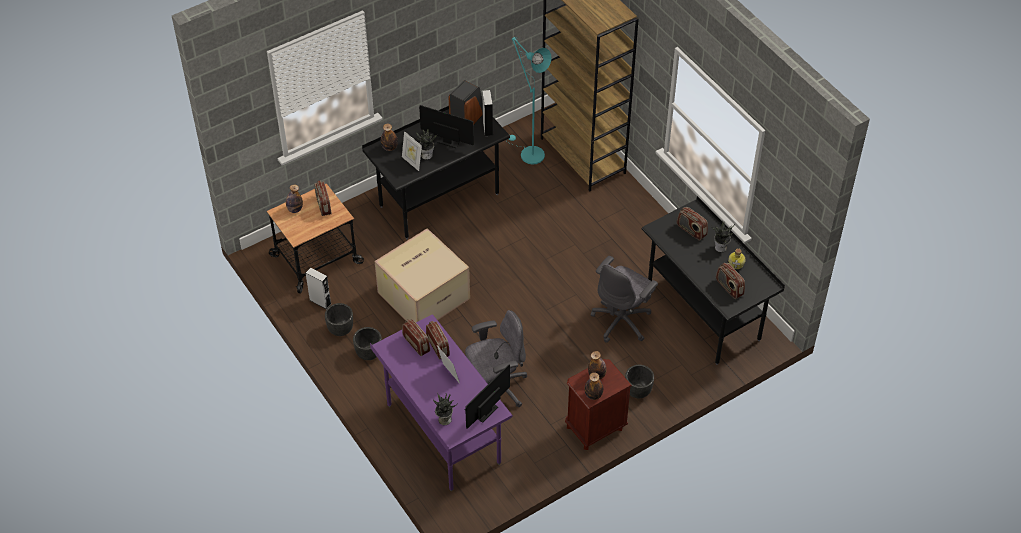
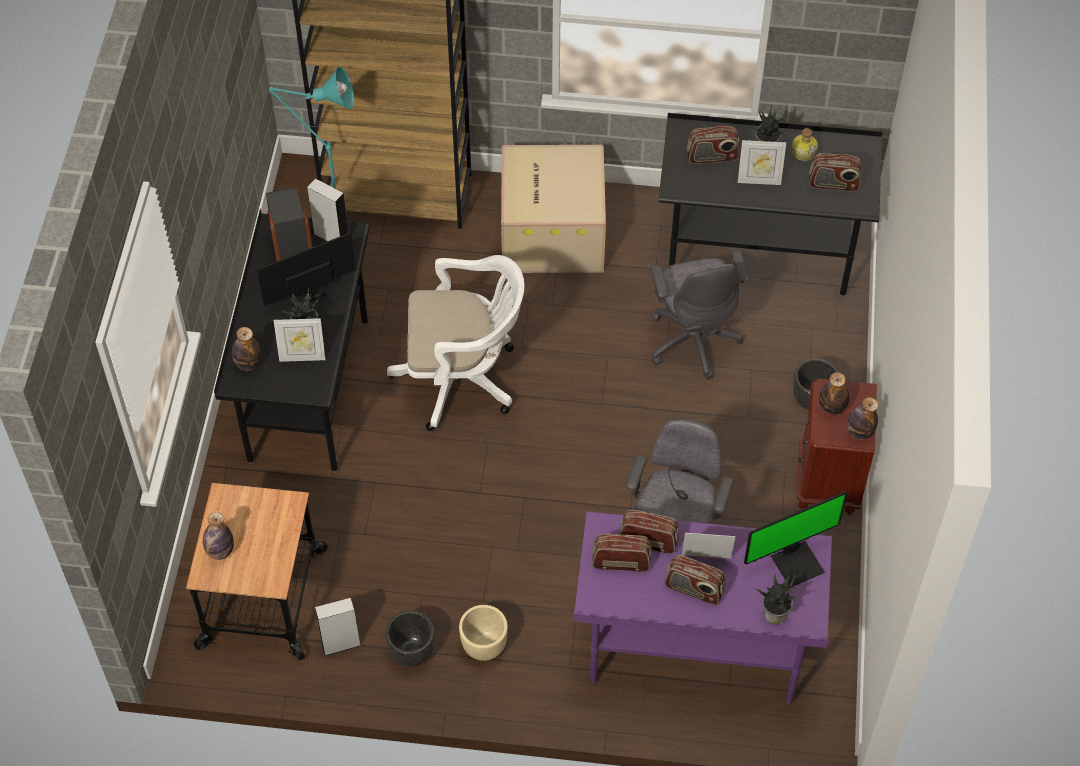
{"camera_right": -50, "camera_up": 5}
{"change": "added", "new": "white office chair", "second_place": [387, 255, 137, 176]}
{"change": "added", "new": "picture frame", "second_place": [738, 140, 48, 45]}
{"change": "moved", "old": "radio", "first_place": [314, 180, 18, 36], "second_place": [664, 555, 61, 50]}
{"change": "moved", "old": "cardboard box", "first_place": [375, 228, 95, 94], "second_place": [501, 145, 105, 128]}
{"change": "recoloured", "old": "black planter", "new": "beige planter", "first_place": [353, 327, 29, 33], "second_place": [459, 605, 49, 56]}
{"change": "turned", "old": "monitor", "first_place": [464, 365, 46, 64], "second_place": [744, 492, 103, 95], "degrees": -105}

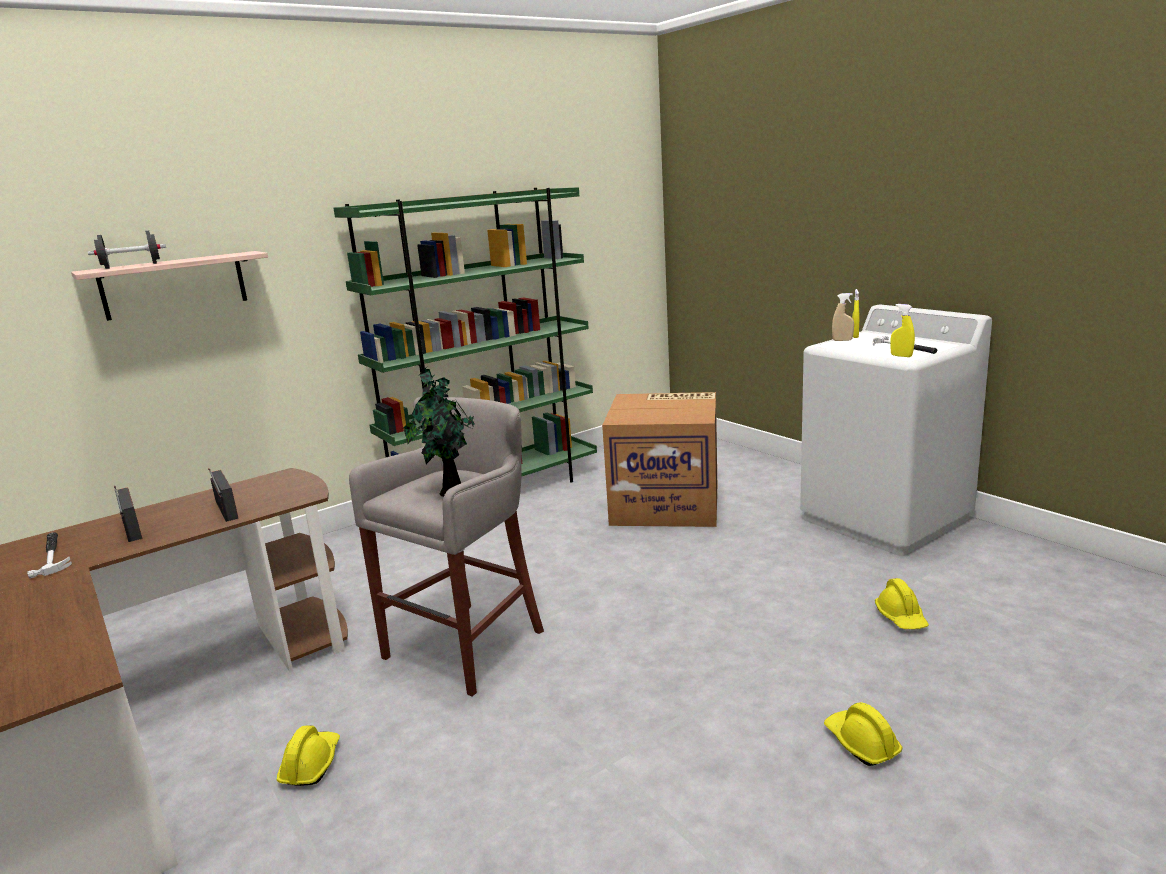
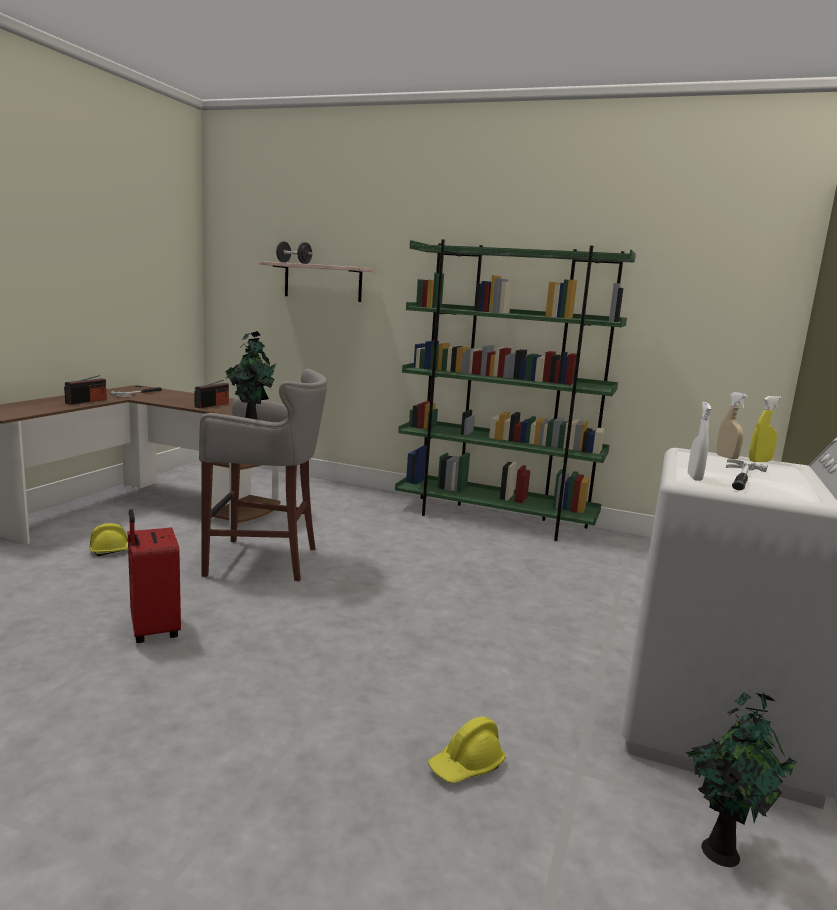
{"camera_right": 55, "camera_up": -5}
{"change": "removed", "old": "cardboard box", "first_place": [602, 392, 115, 135]}
{"change": "removed", "old": "yellow hard hat", "first_place": [824, 702, 79, 64]}
{"change": "added", "new": "red suitcase", "second_place": [128, 509, 53, 134]}
{"change": "added", "new": "potted plant", "second_place": [686, 692, 111, 175]}
{"change": "moved", "old": "radio", "first_place": [114, 486, 29, 56], "second_place": [64, 375, 43, 30]}
{"change": "recoloured", "old": "yellow spray bottle", "new": "white spray bottle", "first_place": [890, 304, 25, 53], "second_place": [688, 402, 23, 79]}

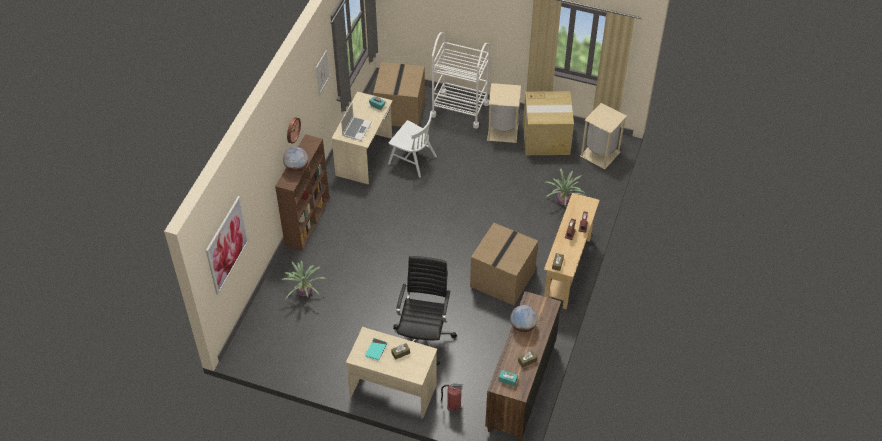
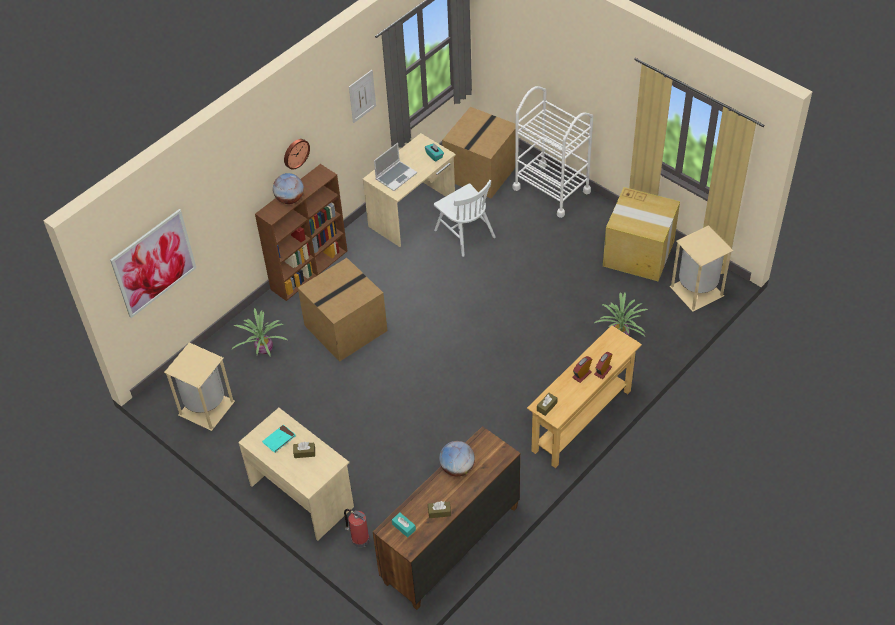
{"camera_right": 25, "camera_up": 0}
{"change": "removed", "old": "black office chair", "first_place": [393, 256, 64, 110]}
{"change": "moved", "old": "cardboard box", "first_place": [470, 223, 68, 82], "second_place": [298, 258, 89, 104]}
{"change": "moved", "old": "beige trash can", "first_place": [487, 83, 34, 60], "second_place": [164, 342, 71, 89]}

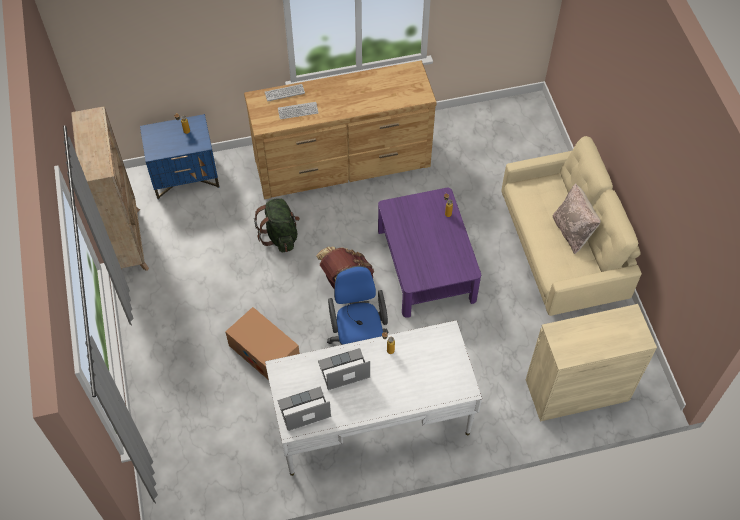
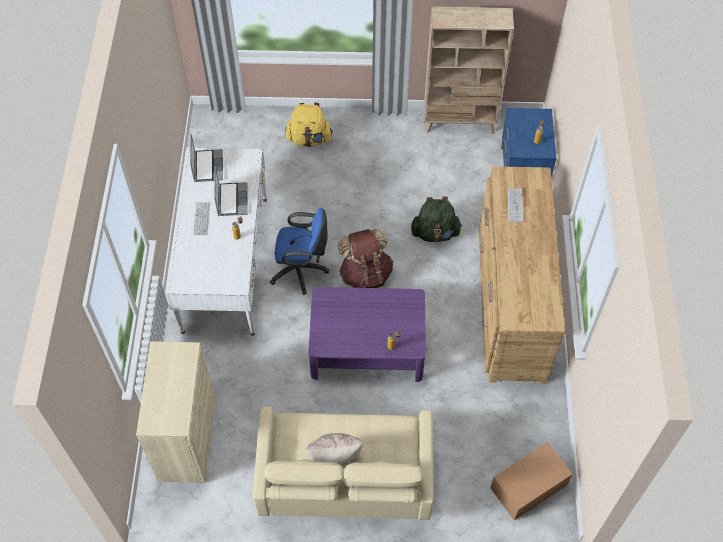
{"camera_right": 105, "camera_up": 0}
{"change": "added", "new": "yellow backpack", "second_place": [285, 103, 48, 44]}
{"change": "moved", "old": "cardboard box", "first_place": [225, 307, 75, 73], "second_place": [490, 442, 83, 78]}
{"change": "moved", "old": "keyboard", "first_place": [265, 84, 40, 17], "second_place": [193, 202, 17, 33]}

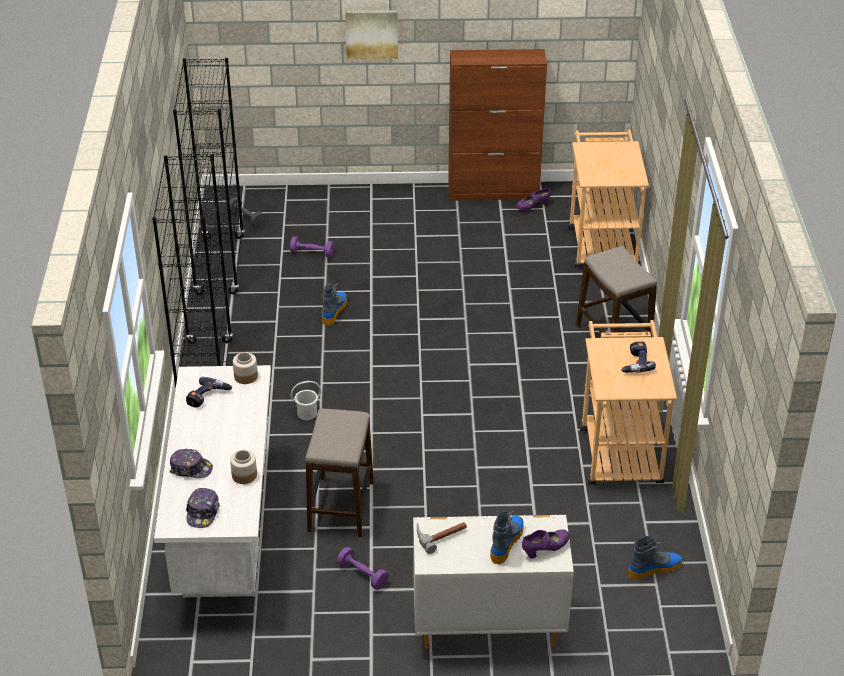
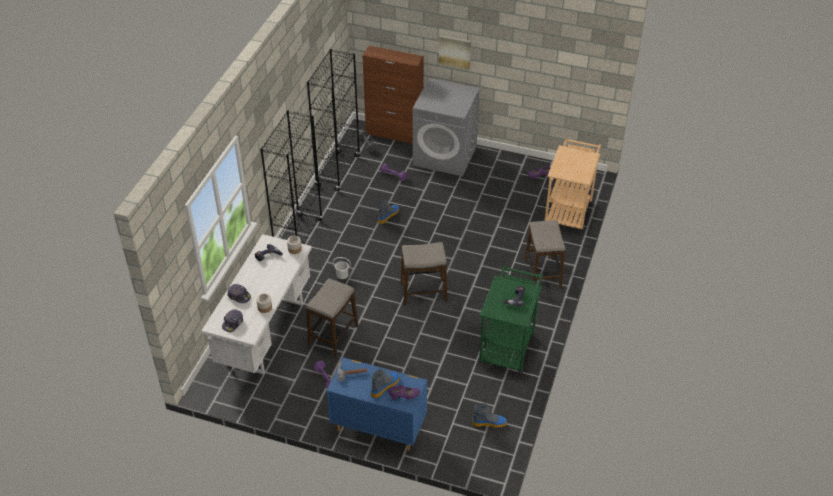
{"camera_right": 20, "camera_up": 5}
{"change": "added", "new": "stool", "second_place": [401, 242, 46, 63]}
{"change": "added", "new": "grey washing machine", "second_place": [413, 78, 67, 99]}
{"change": "moved", "old": "brown cabinet", "first_place": [448, 49, 99, 152], "second_place": [362, 46, 62, 98]}
{"change": "recoloured", "old": "white dresser", "new": "blue dresser", "first_place": [413, 515, 161, 134], "second_place": [326, 357, 101, 94]}
{"change": "recoloured", "old": "beige cart", "new": "green cart", "first_place": [580, 320, 97, 165], "second_place": [478, 265, 65, 108]}

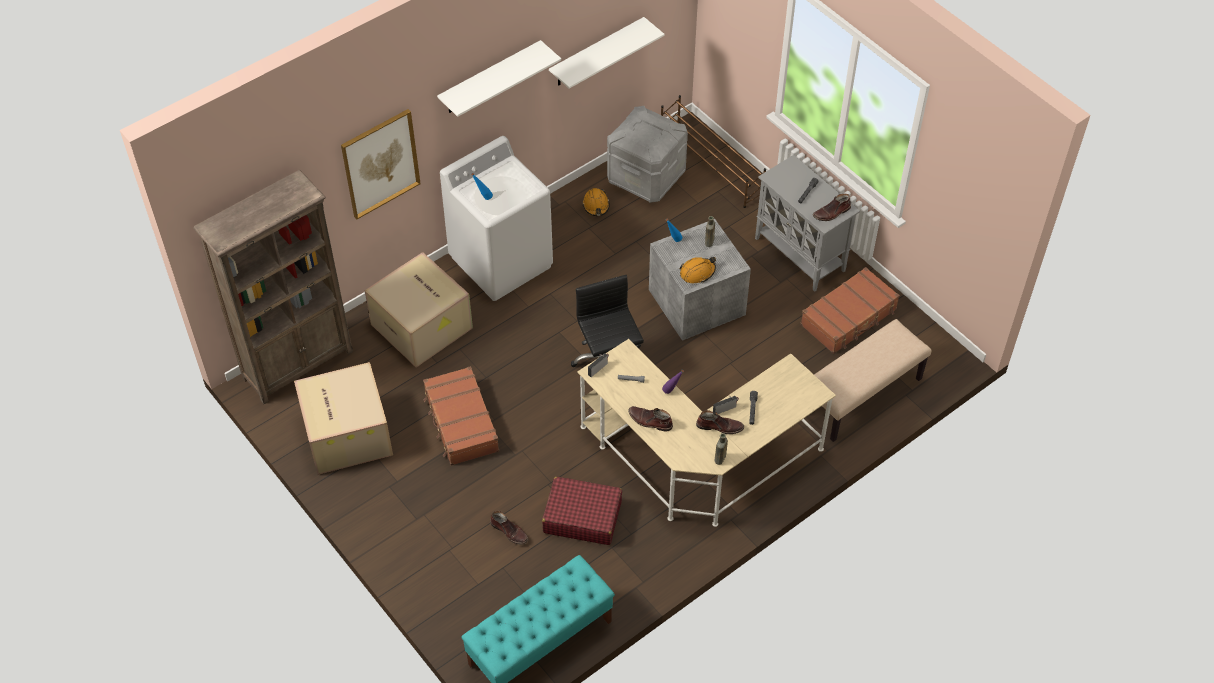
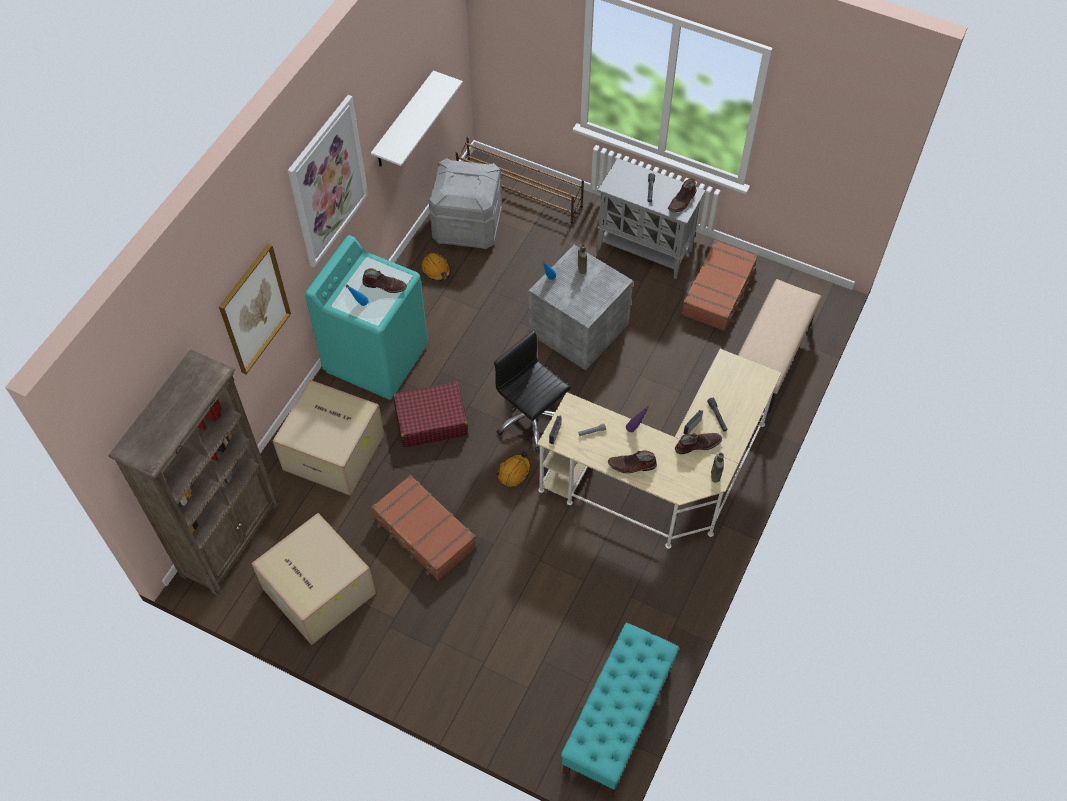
{"camera_right": -25, "camera_up": 5}
{"change": "moved", "old": "brown boot", "first_place": [490, 511, 38, 34], "second_place": [362, 268, 45, 25]}
{"change": "moved", "old": "red suitcase", "first_place": [542, 477, 80, 68], "second_place": [393, 382, 75, 65]}
{"change": "moved", "old": "orange hard hat", "first_place": [680, 257, 36, 26], "second_place": [496, 451, 35, 36]}
{"change": "replaced", "old": "white shelf", "new": "picture", "first_place": [437, 40, 124, 77], "second_place": [288, 95, 80, 173]}
{"change": "recoloured", "old": "white washing machine", "new": "turquoise washing machine", "first_place": [440, 136, 113, 165], "second_place": [305, 235, 123, 165]}

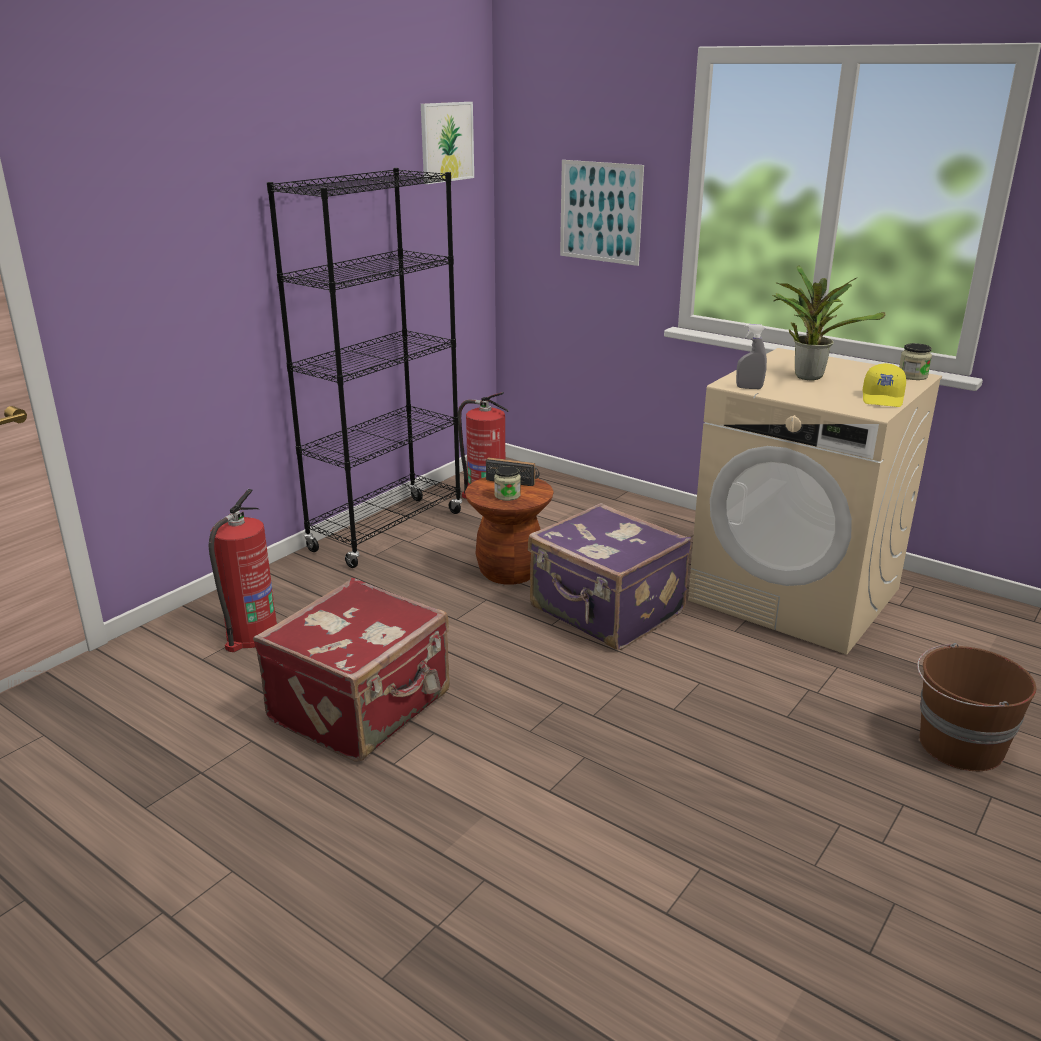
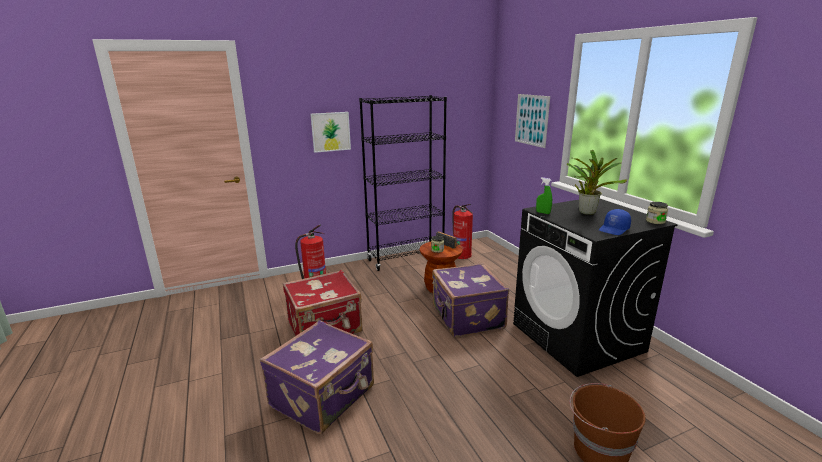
{"camera_right": 30, "camera_up": -5}
{"change": "added", "new": "purple suitcase", "second_place": [260, 320, 114, 114]}
{"change": "moved", "old": "picture", "first_place": [421, 102, 53, 82], "second_place": [310, 112, 41, 41]}
{"change": "recoloured", "old": "beige washing machine", "new": "black washing machine", "first_place": [688, 348, 254, 307], "second_place": [513, 199, 165, 178]}
{"change": "recoloured", "old": "grey spray bottle", "new": "green spray bottle", "first_place": [736, 324, 31, 65], "second_place": [536, 177, 16, 37]}
{"change": "recoloured", "old": "yellow cap", "new": "blue cap", "first_place": [863, 363, 43, 44], "second_place": [599, 209, 32, 26]}

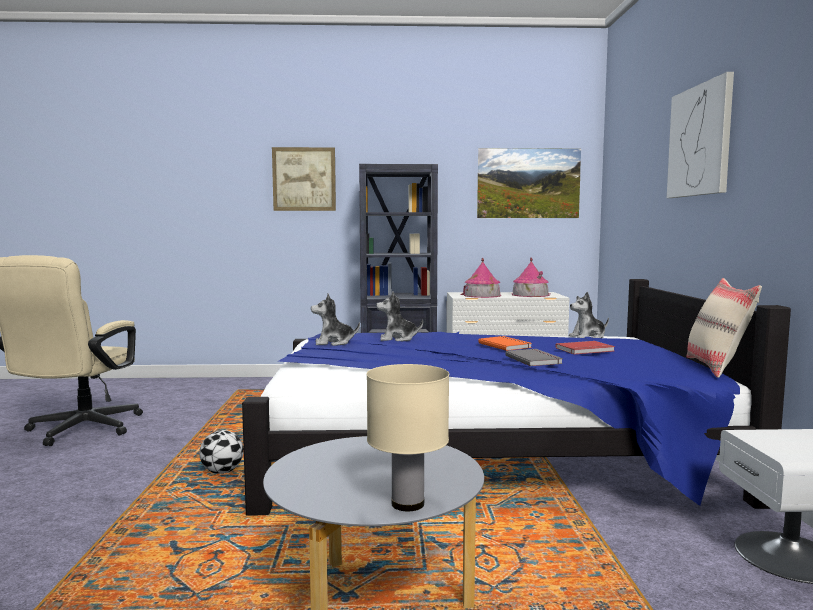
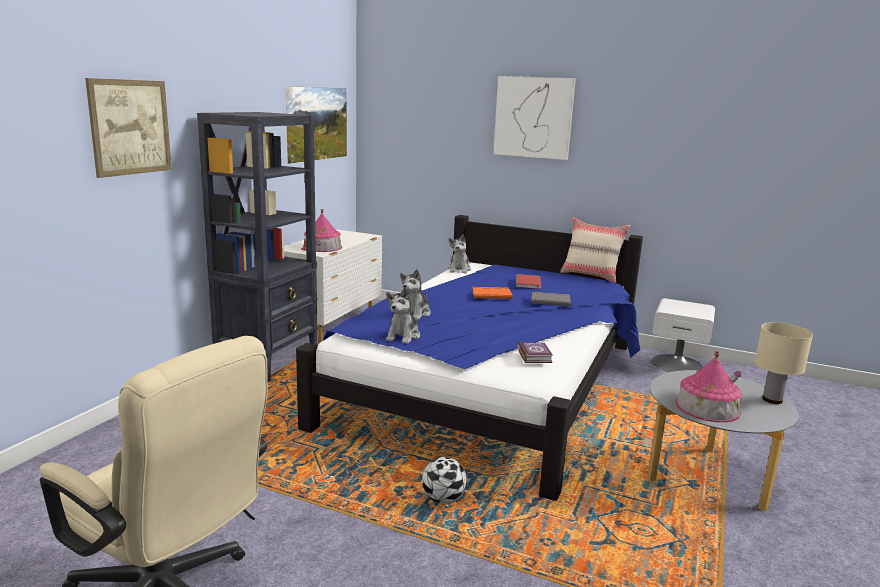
{"camera_right": -65, "camera_up": 10}
{"change": "added", "new": "book", "second_place": [518, 342, 34, 21]}
{"change": "moved", "old": "toy house", "first_place": [511, 258, 40, 39], "second_place": [675, 351, 67, 71]}

